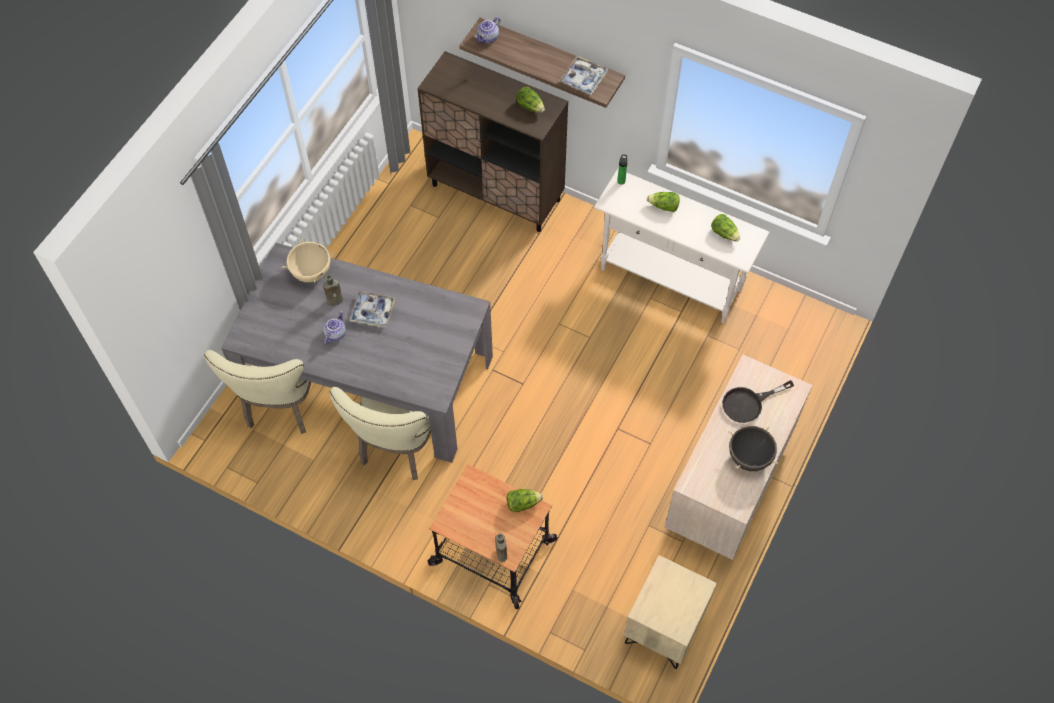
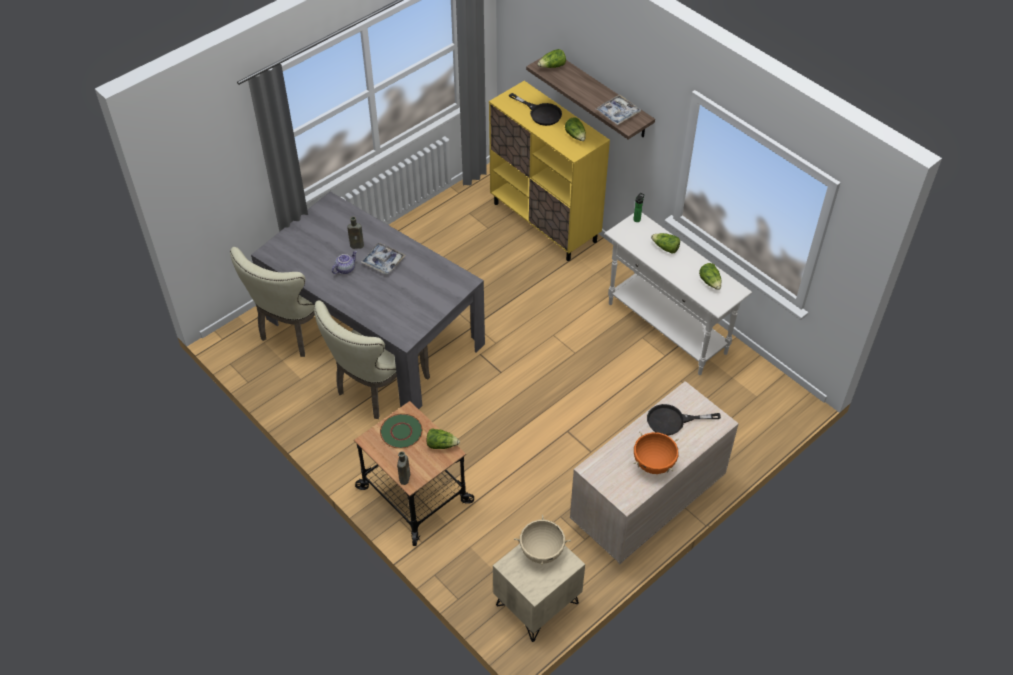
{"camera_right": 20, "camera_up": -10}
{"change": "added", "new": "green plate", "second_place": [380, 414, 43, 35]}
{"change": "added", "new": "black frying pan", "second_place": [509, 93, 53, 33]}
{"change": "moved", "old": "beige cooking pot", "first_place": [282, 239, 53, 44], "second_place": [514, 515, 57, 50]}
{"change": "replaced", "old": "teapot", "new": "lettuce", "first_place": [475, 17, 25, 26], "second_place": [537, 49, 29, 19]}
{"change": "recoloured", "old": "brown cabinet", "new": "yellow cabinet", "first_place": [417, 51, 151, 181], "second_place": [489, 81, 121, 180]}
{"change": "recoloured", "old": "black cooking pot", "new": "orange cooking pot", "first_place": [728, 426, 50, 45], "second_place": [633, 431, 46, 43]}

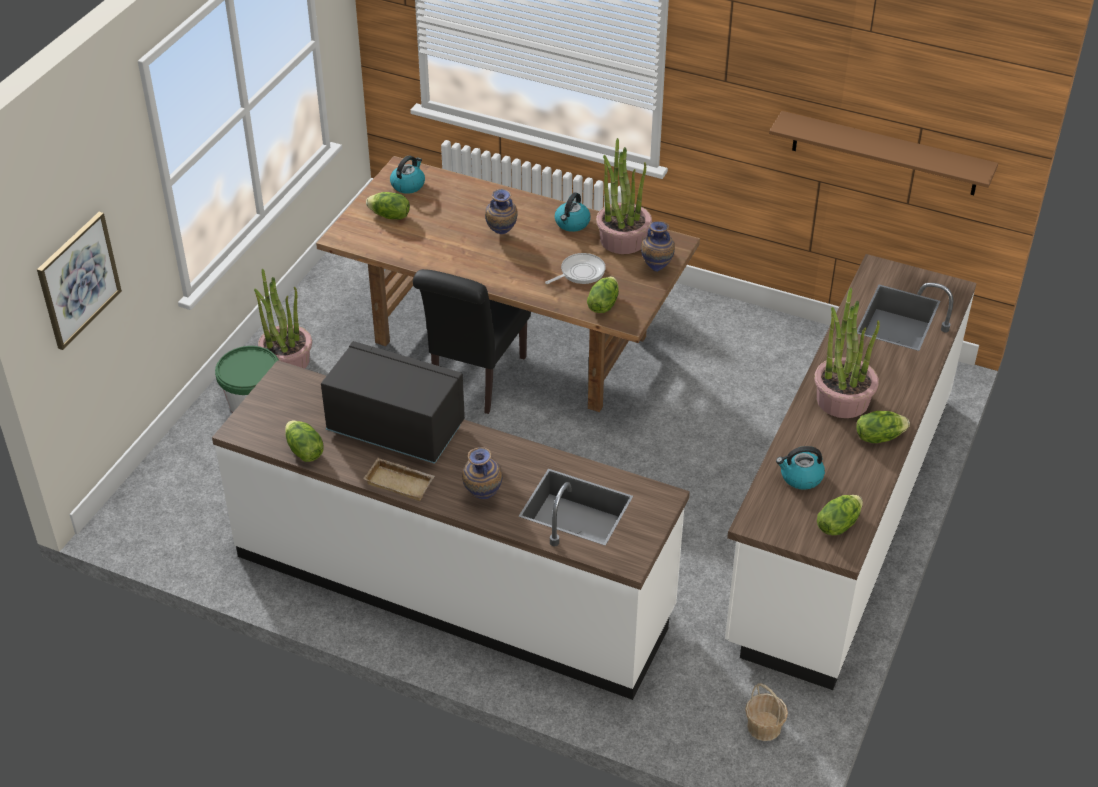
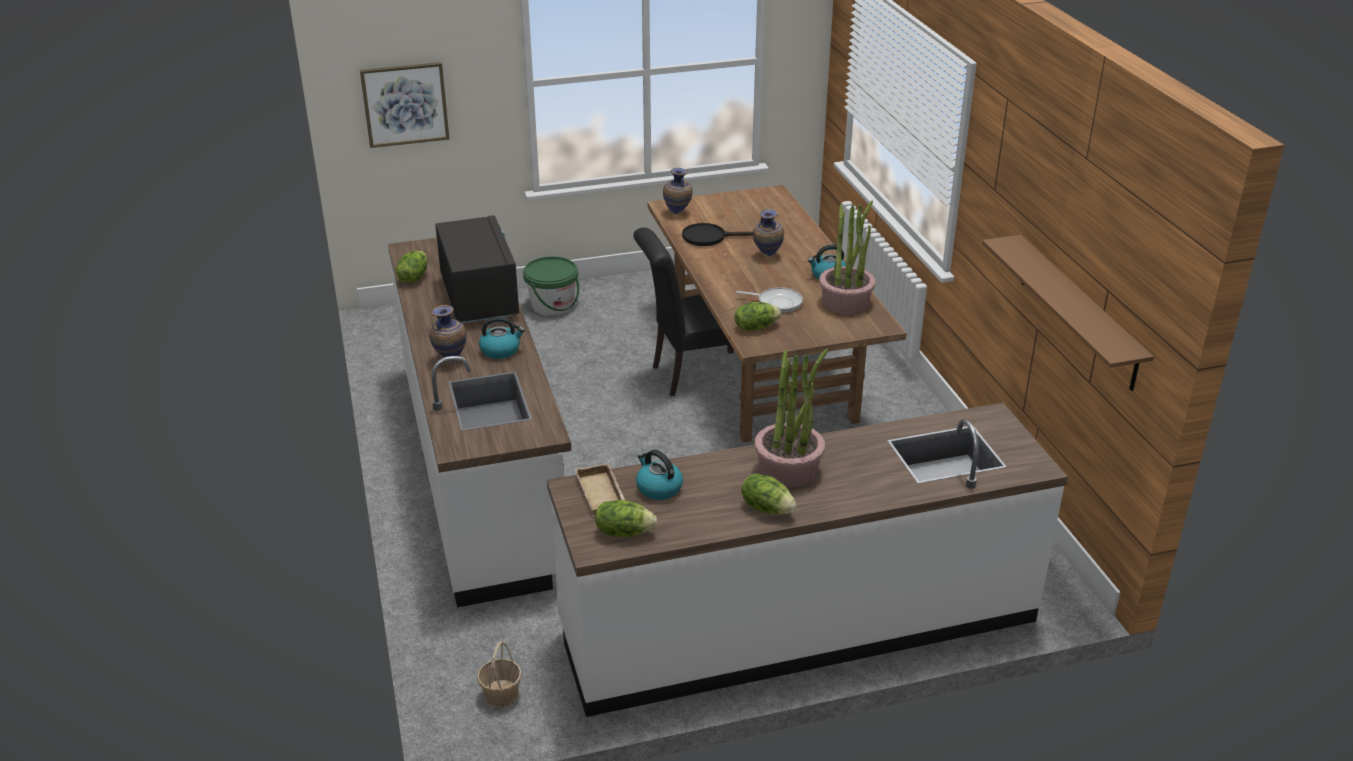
{"camera_right": 50, "camera_up": -10}
{"change": "removed", "old": "potted plant", "first_place": [254, 269, 58, 100]}
{"change": "removed", "old": "lettuce", "first_place": [366, 192, 44, 28]}
{"change": "added", "new": "black frying pan", "second_place": [682, 223, 71, 23]}
{"change": "moved", "old": "beige tray", "first_place": [363, 458, 72, 43], "second_place": [575, 463, 50, 52]}
{"change": "moved", "old": "kettle", "first_place": [390, 155, 35, 39], "second_place": [479, 316, 46, 43]}
{"change": "moved", "old": "vase", "first_place": [641, 221, 34, 51], "second_place": [663, 168, 29, 46]}

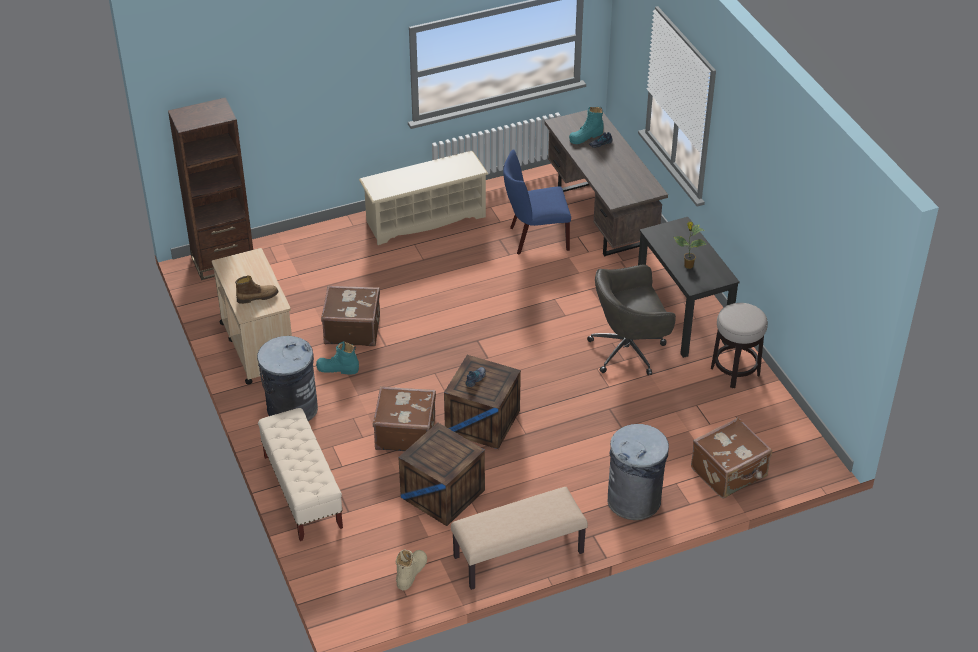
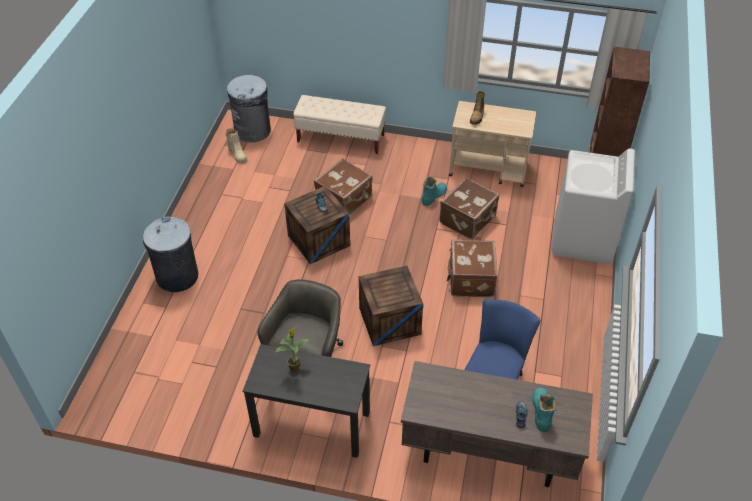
{"camera_right": 125, "camera_up": 5}
{"change": "removed", "old": "beige shoe rack", "first_place": [359, 151, 129, 94]}
{"change": "removed", "old": "beige bench", "first_place": [451, 487, 137, 103]}
{"change": "removed", "old": "stool", "first_place": [711, 303, 57, 85]}
{"change": "added", "new": "white washing machine", "second_place": [551, 148, 84, 116]}
{"change": "moved", "old": "grey trash can", "first_place": [257, 336, 61, 85], "second_place": [227, 75, 44, 68]}
{"change": "moved", "old": "crate", "first_place": [398, 423, 87, 103], "second_place": [359, 266, 64, 80]}
{"change": "moved", "old": "brown suitcase", "first_place": [691, 417, 81, 82], "second_place": [447, 240, 51, 57]}

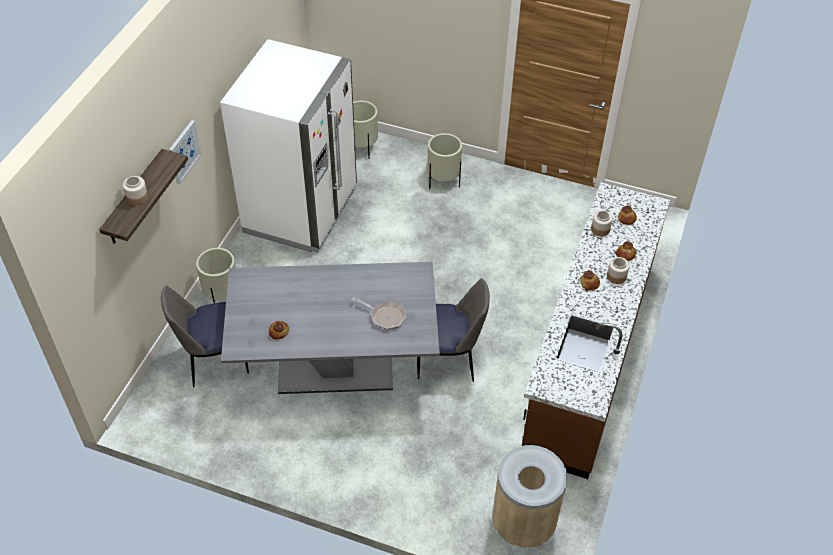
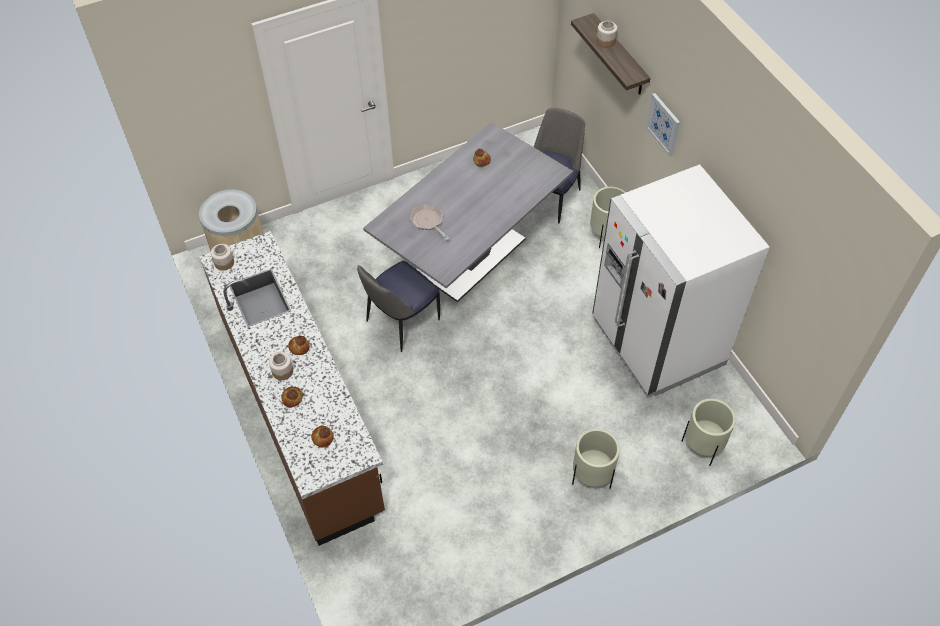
{"camera_right": 135, "camera_up": 5}
{"change": "moved", "old": "jar", "first_place": [591, 210, 22, 26], "second_place": [211, 244, 23, 27]}
{"change": "turned", "old": "frying pan", "first_place": [352, 297, 54, 33], "second_place": [410, 204, 39, 36], "degrees": 75}

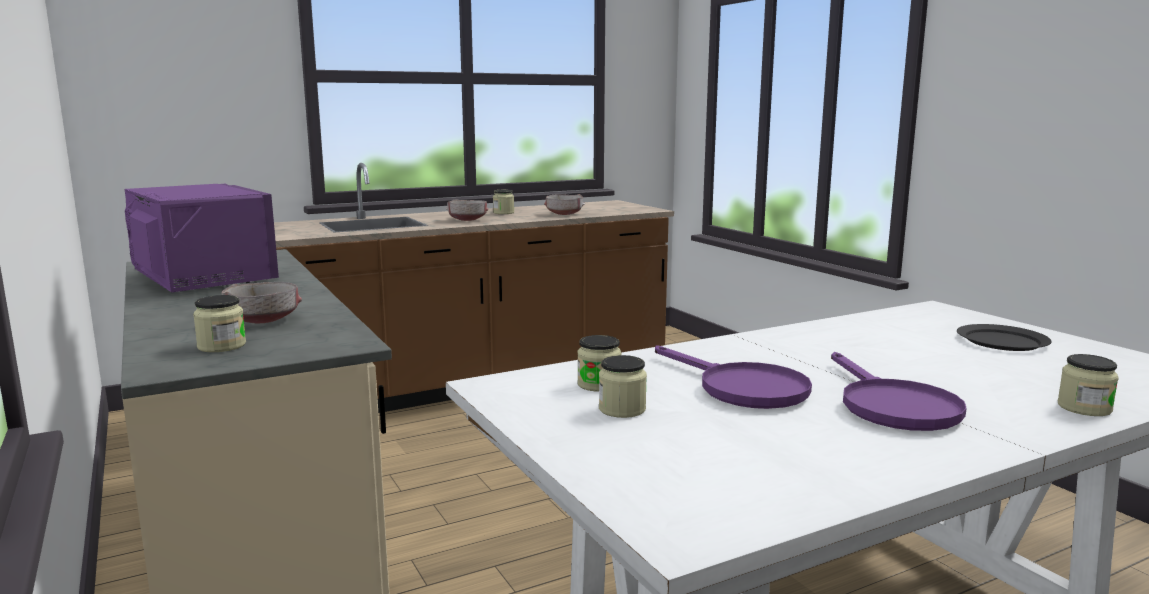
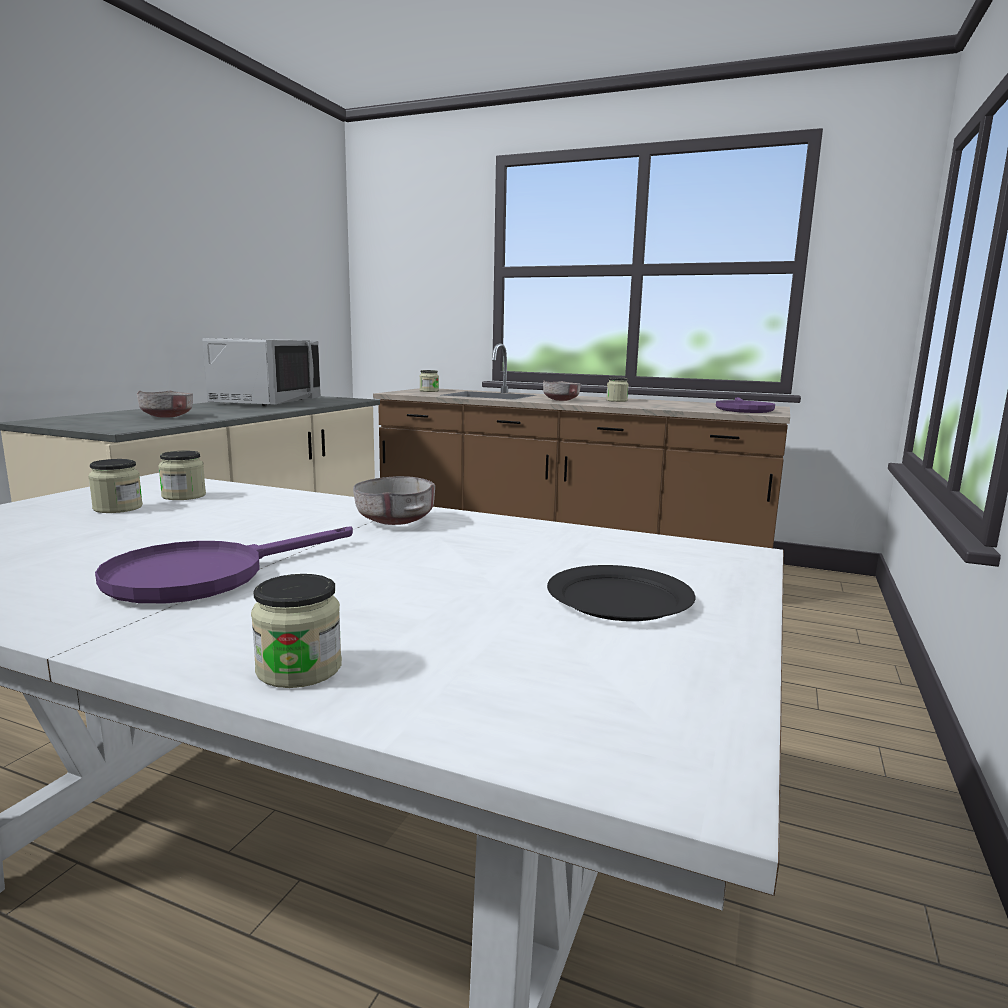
{"camera_right": 50, "camera_up": 0}
{"change": "moved", "old": "jar", "first_place": [193, 295, 53, 57], "second_place": [420, 370, 19, 22]}
{"change": "moved", "old": "grey bowl", "first_place": [544, 194, 41, 21], "second_place": [353, 476, 82, 49]}
{"change": "moved", "old": "purple frying pan", "first_place": [655, 345, 157, 64], "second_place": [716, 397, 59, 16]}
{"change": "recoloured", "old": "purple microwave", "new": "grey microwave", "first_place": [125, 184, 154, 109], "second_place": [203, 338, 118, 68]}

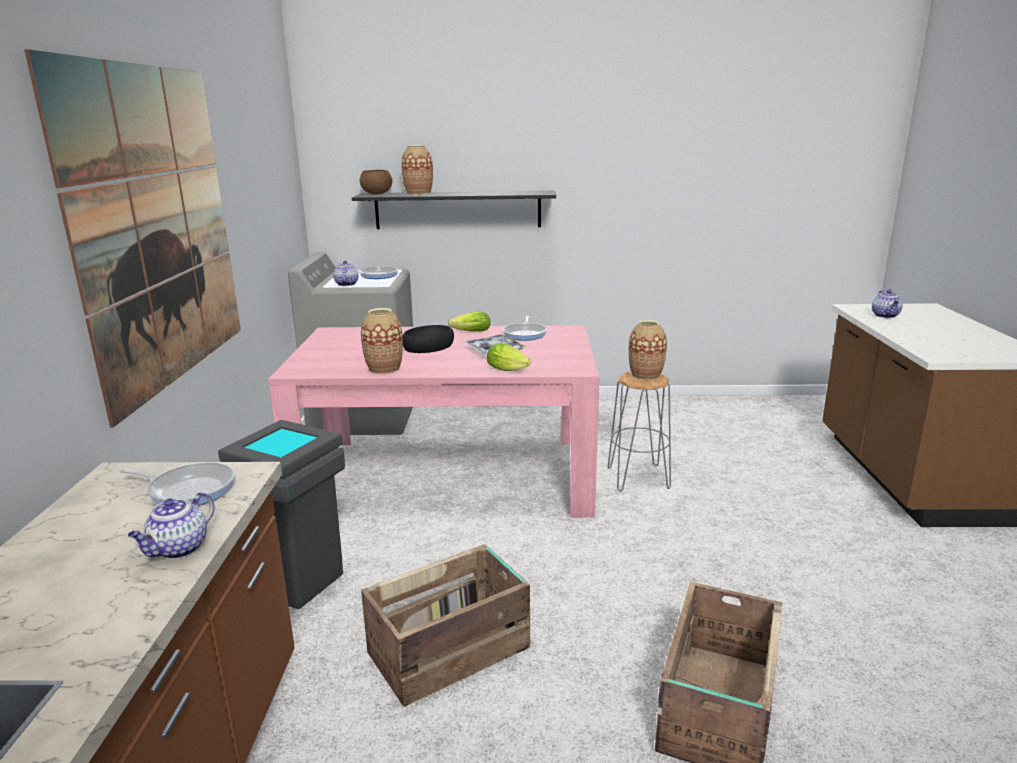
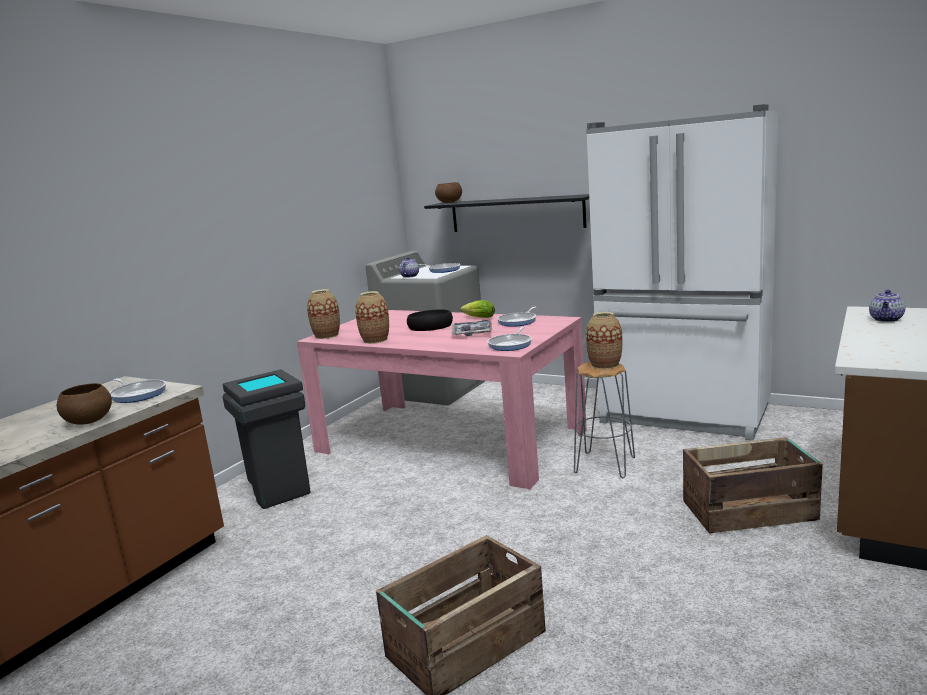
{"camera_right": 30, "camera_up": -5}
{"change": "removed", "old": "picture", "first_place": [24, 49, 217, 378]}
{"change": "removed", "old": "lettuce", "first_place": [487, 343, 44, 28]}
{"change": "added", "new": "frying pan", "second_place": [487, 327, 45, 24]}
{"change": "added", "new": "white fridge", "second_place": [586, 104, 192, 337]}
{"change": "moved", "old": "crate", "first_place": [361, 544, 169, 163], "second_place": [683, 437, 140, 96]}
{"change": "moved", "old": "vase", "first_place": [401, 145, 32, 50], "second_place": [307, 289, 33, 50]}
{"change": "replaced", "old": "teapot", "new": "brown bowl", "first_place": [128, 492, 87, 67], "second_place": [57, 383, 55, 42]}

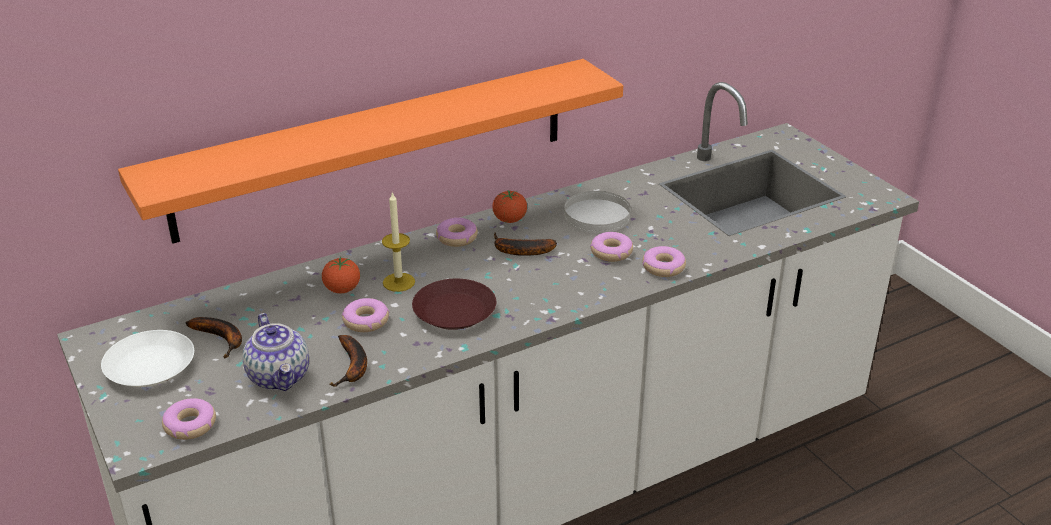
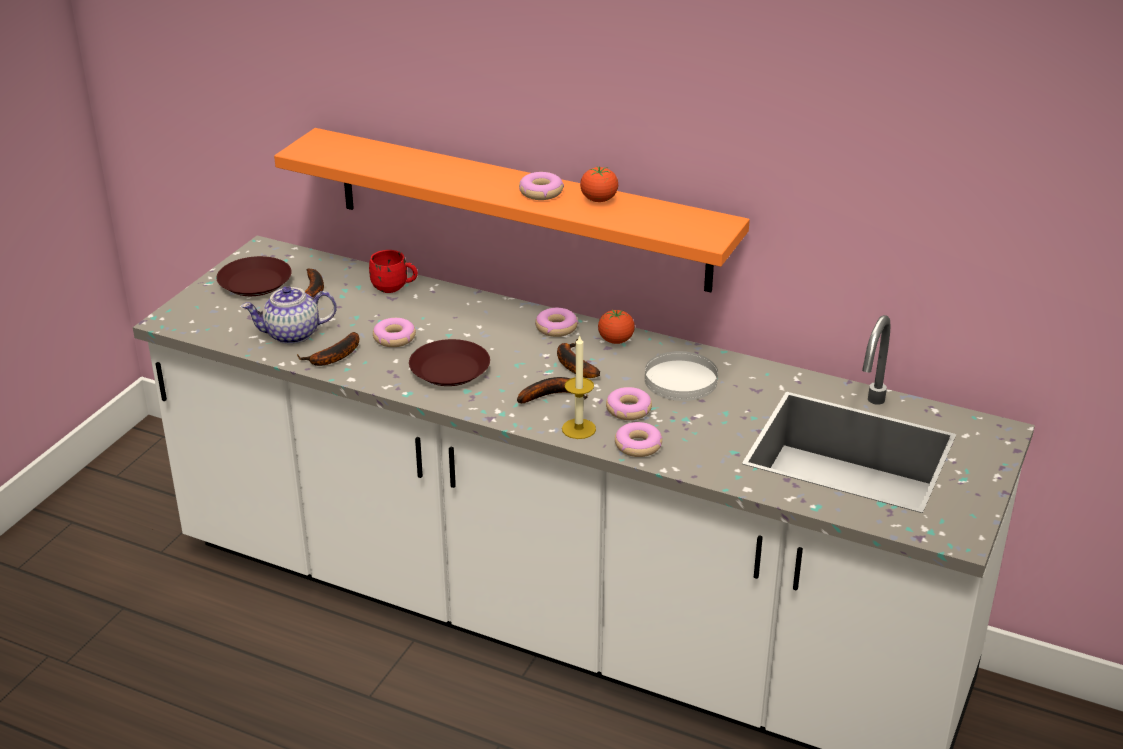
{"camera_right": 55, "camera_up": 0}
{"change": "added", "new": "red mug", "second_place": [369, 250, 49, 43]}
{"change": "added", "new": "banana", "second_place": [517, 377, 71, 26]}
{"change": "moved", "old": "donut", "first_place": [162, 398, 54, 42], "second_place": [519, 172, 45, 28]}
{"change": "moved", "old": "tomato", "first_place": [322, 257, 38, 36], "second_place": [580, 166, 38, 36]}
{"change": "moved", "old": "candle", "first_place": [382, 191, 33, 101], "second_place": [562, 334, 34, 105]}
{"change": "recoloured", "old": "white plate", "new": "brown plate", "first_place": [101, 330, 93, 57], "second_place": [216, 256, 76, 40]}
{"change": "turned", "old": "teapot", "first_place": [242, 313, 67, 78], "second_place": [241, 286, 96, 58], "degrees": 45}

